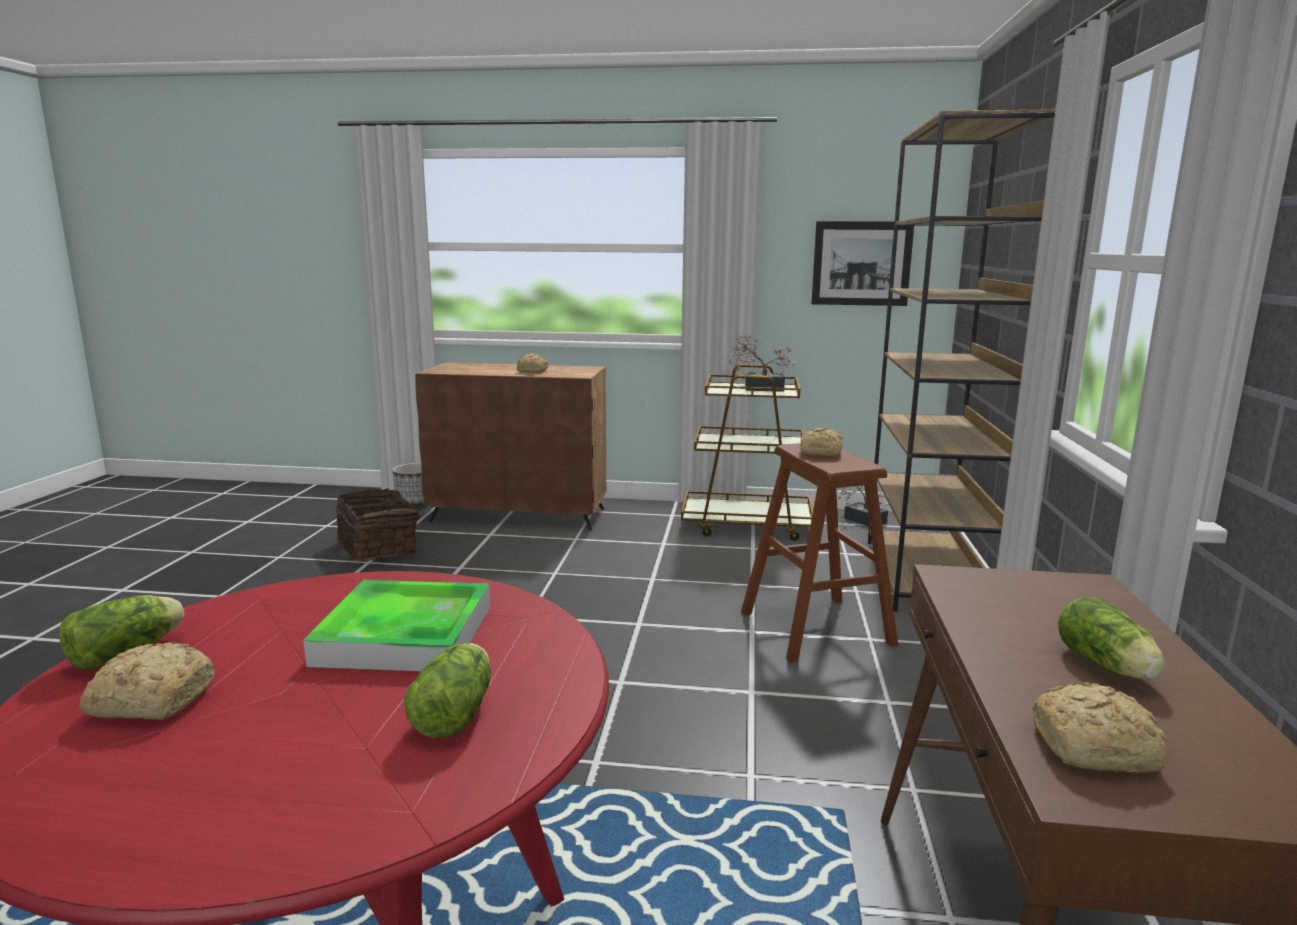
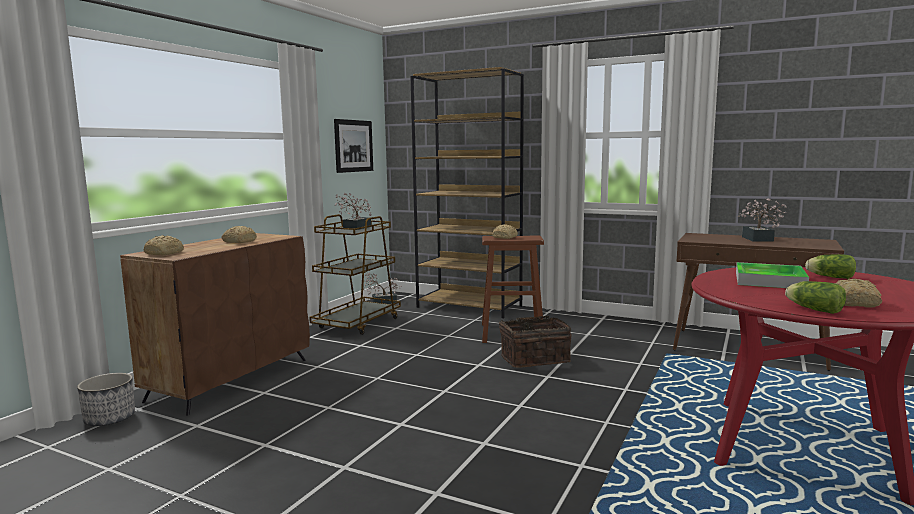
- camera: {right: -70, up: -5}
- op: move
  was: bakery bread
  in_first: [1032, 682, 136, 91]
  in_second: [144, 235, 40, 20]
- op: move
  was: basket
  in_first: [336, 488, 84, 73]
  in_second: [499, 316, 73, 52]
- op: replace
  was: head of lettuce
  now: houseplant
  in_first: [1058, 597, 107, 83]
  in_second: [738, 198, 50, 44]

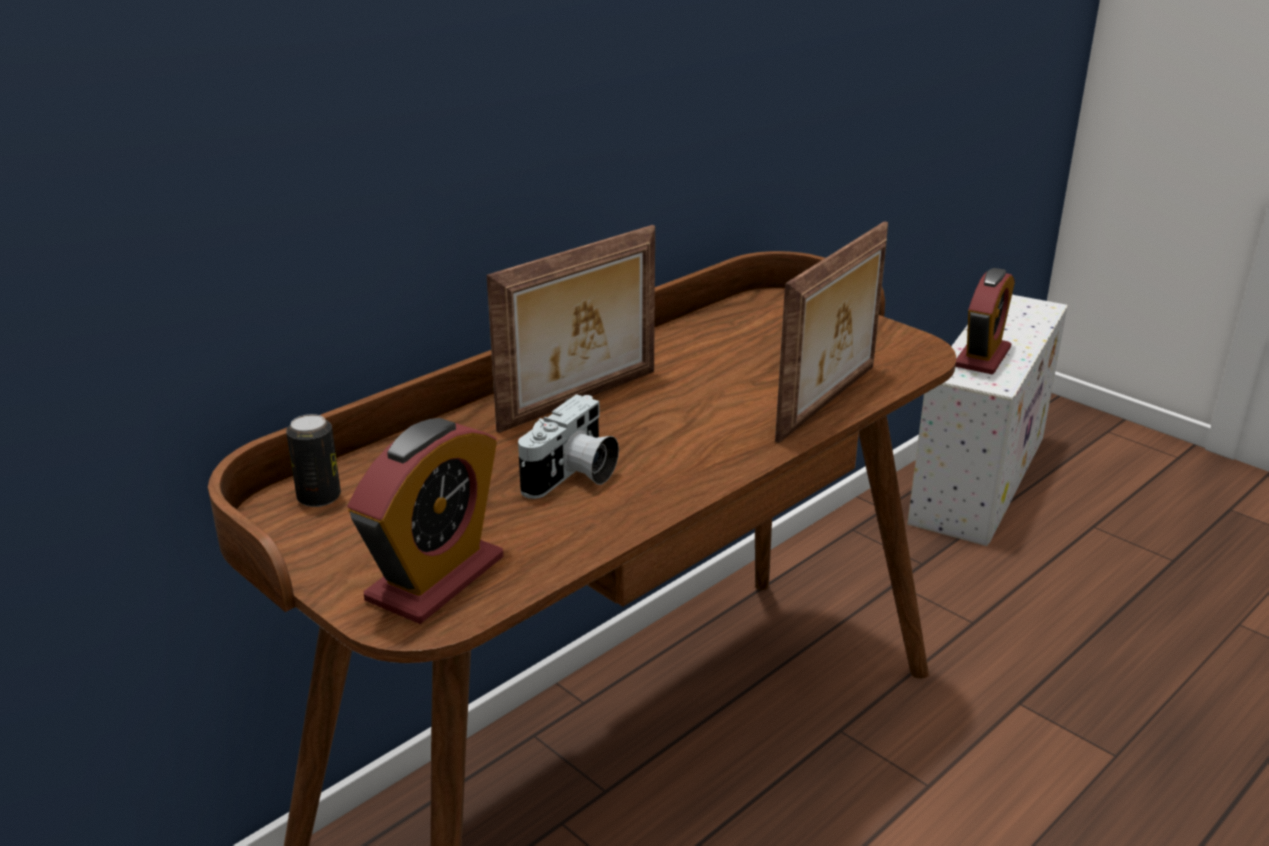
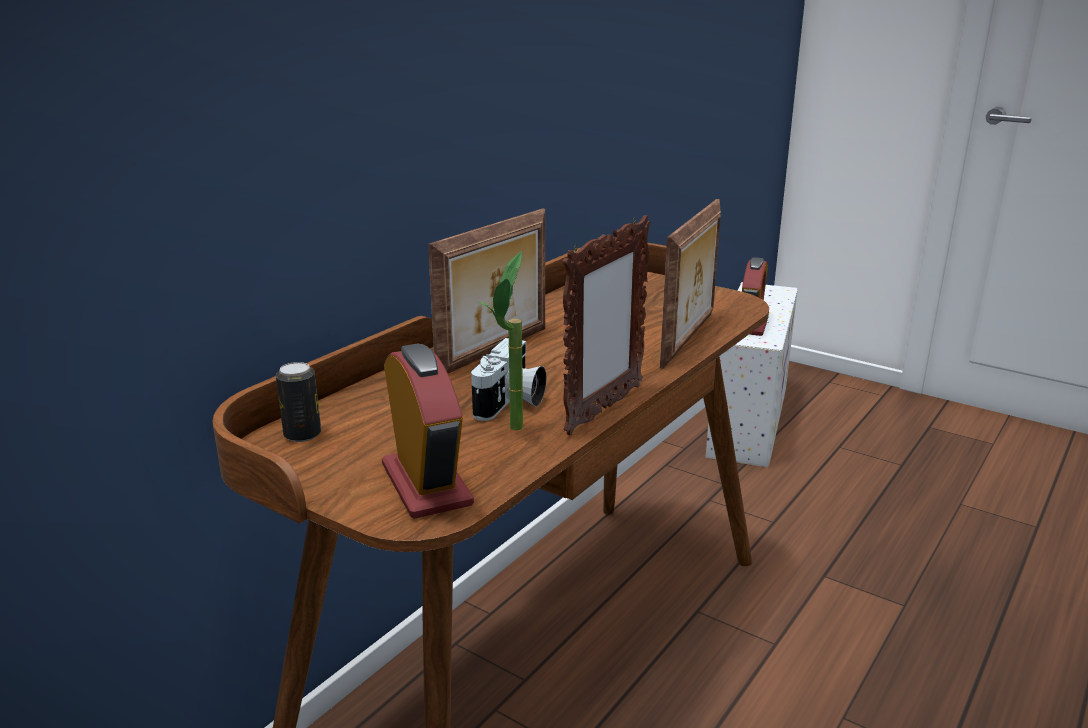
- camera: {right: -10, up: -5}
- op: rotate
  was: table clock
  in_first: [347, 418, 156, 206]
  in_second: [382, 344, 92, 175]
  clockwise: -45
- op: insert
  now: houseplant
  in_second: [478, 251, 45, 180]
- op: insert
  now: picture frame
  in_second: [563, 215, 88, 220]

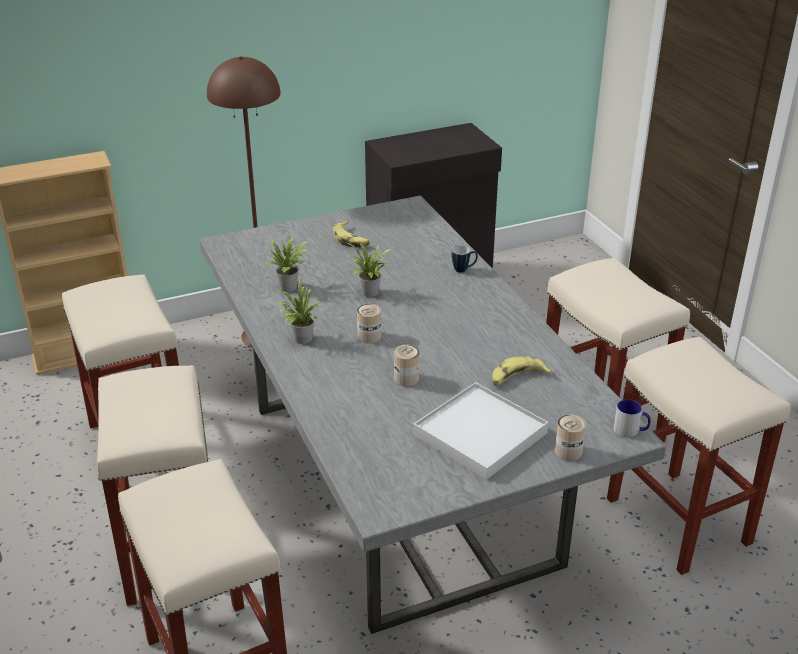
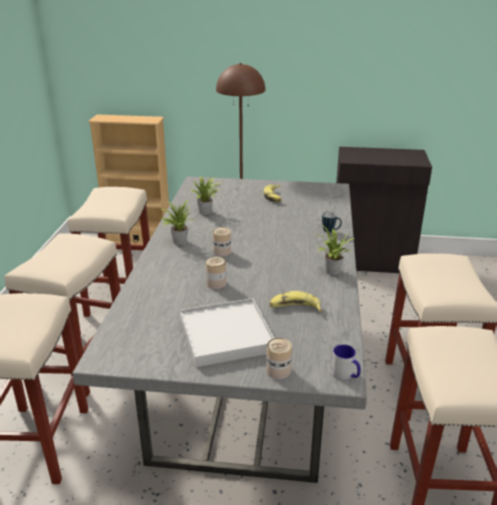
- camera: {right: 30, up: -5}
- op: move
  was: houseplant
  in_first: [348, 243, 43, 54]
  in_second: [315, 226, 40, 49]

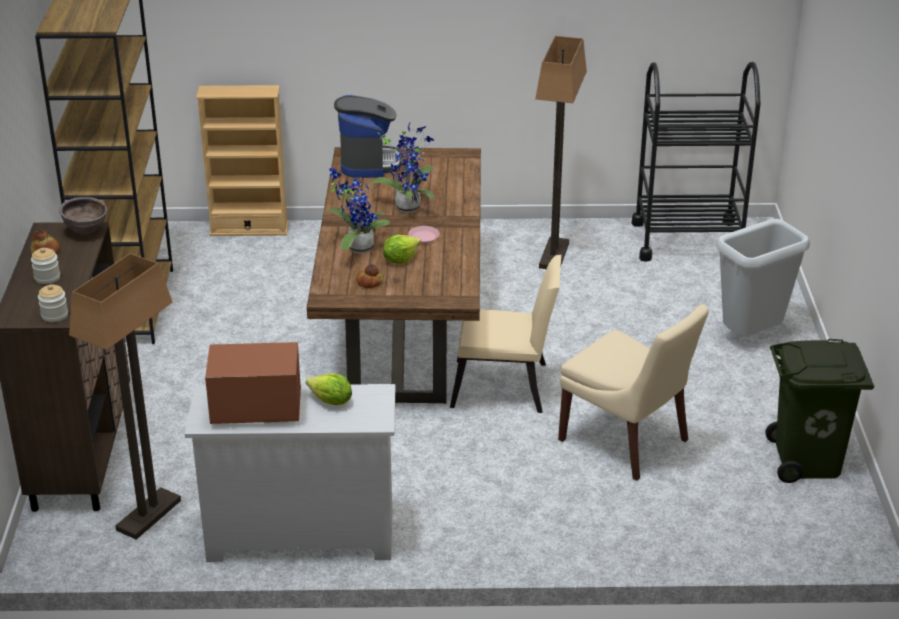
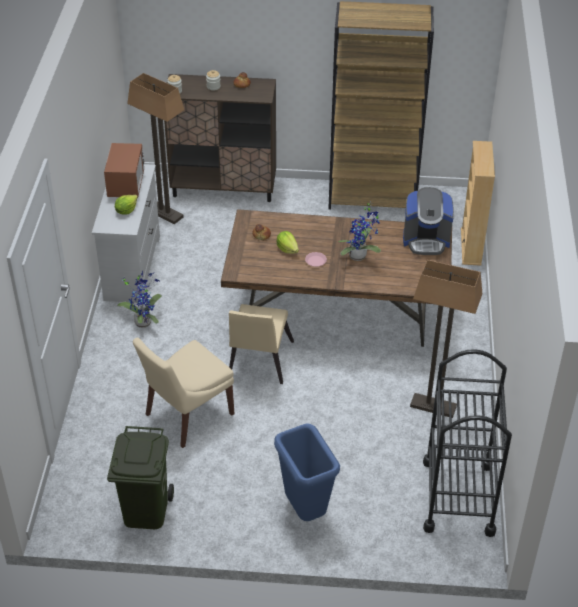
- camera: {right: 95, up: 10}
- op: move
  was: houseplant
  in_first: [328, 167, 62, 87]
  in_second: [117, 271, 45, 57]
- op: recolor
  was: gray rubbish bin
  now: blue-coloured rubbish bin
  in_first: [716, 219, 94, 117]
  in_second: [274, 424, 66, 97]
- op: delete
  was: brownish bowl
  in_first: [59, 197, 48, 37]

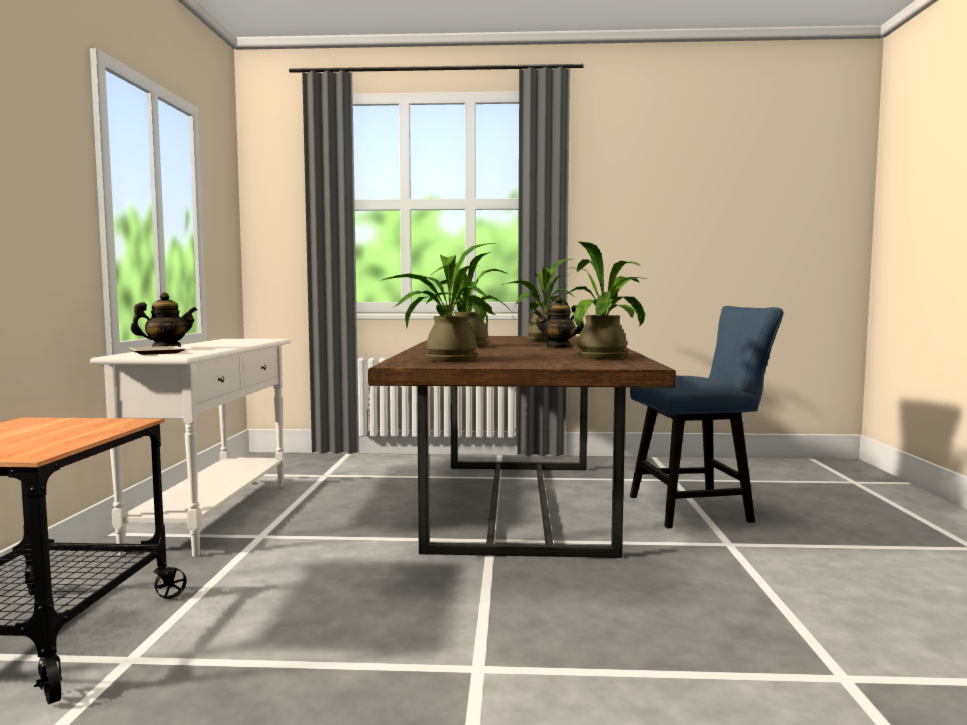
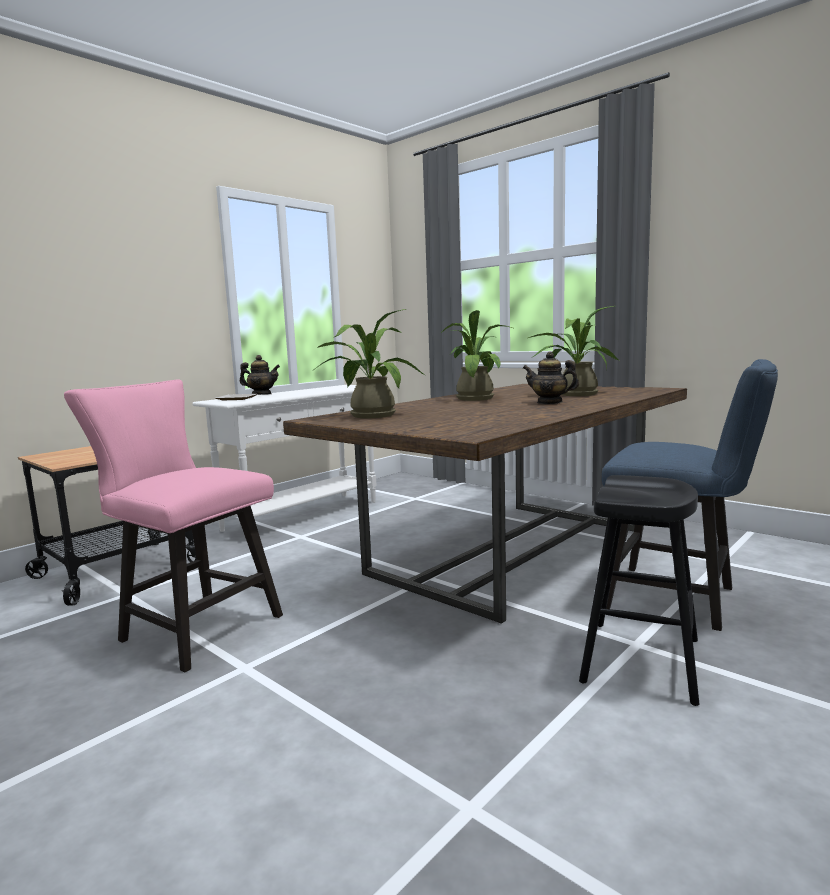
- camera: {right: 40, up: 5}
- op: insert
  now: pinkish chair
  in_second: [64, 379, 219, 294]
- op: insert
  now: black-coloured stool
  in_second: [579, 475, 120, 231]
- op: delete
  was: houseplant
  in_first: [561, 242, 87, 117]

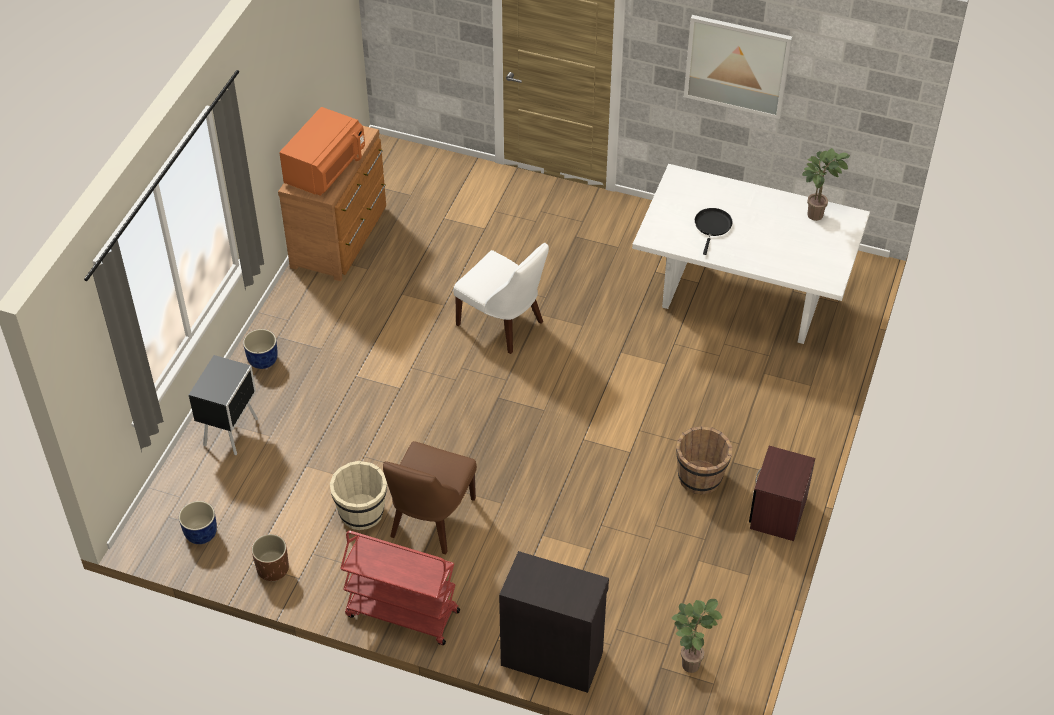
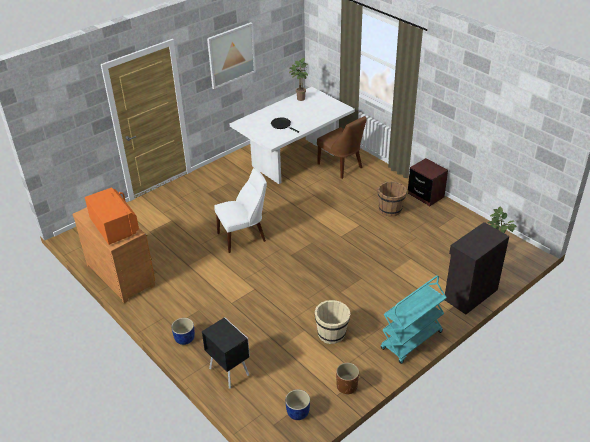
- camera: {right: -60, up: -10}
- op: move
  was: brownish chair
  in_first: [383, 441, 94, 113]
  in_second: [317, 116, 50, 63]
- op: recolor
  was: reddish wheeled cart
  now: turquoise-coloured wheeled cart
  in_first: [340, 531, 120, 114]
  in_second: [381, 275, 66, 89]

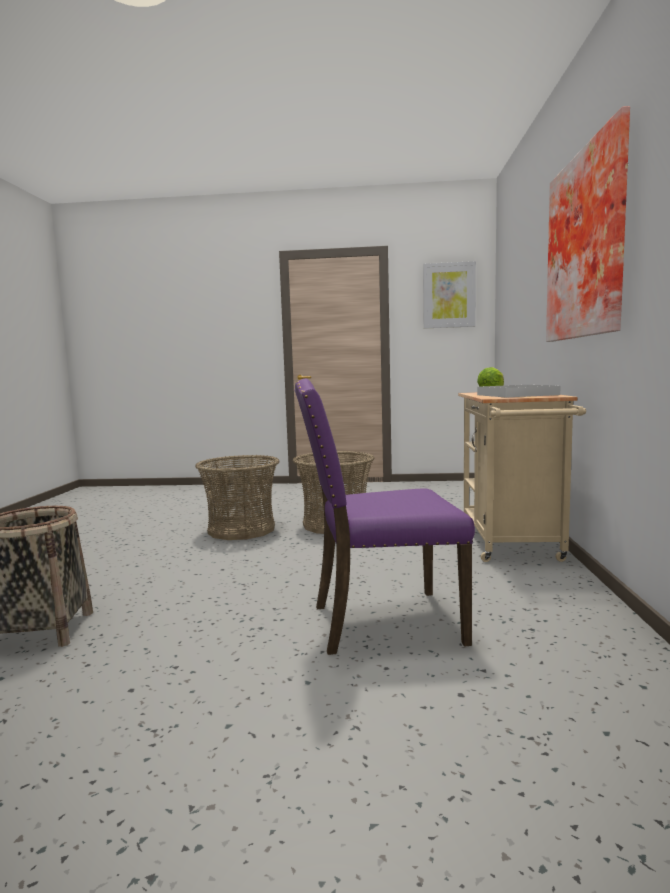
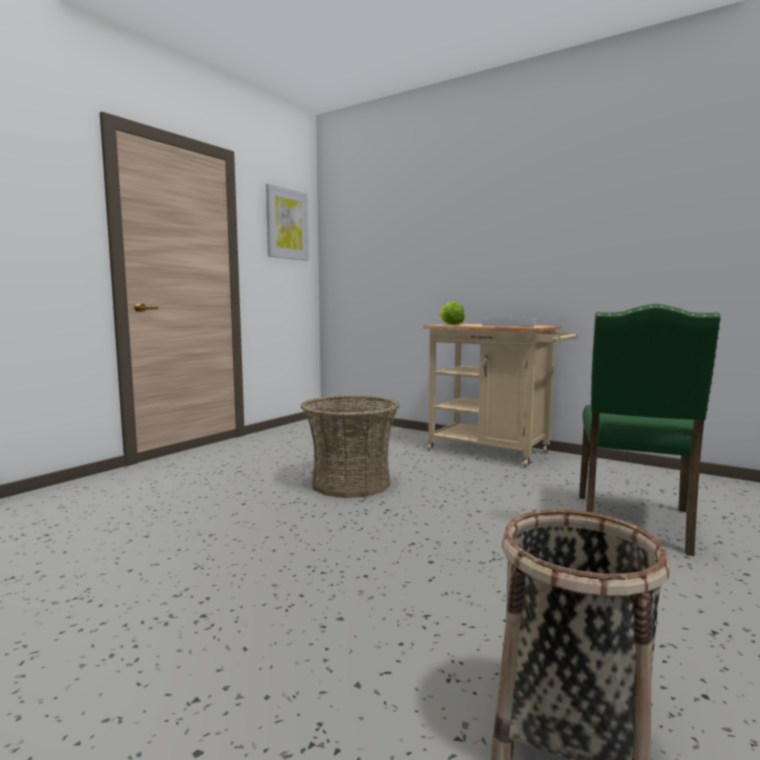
- camera: {right: -60, up: 0}
- op: recolor
  was: purplish chair
  now: greenish chair
  in_first: [294, 378, 181, 277]
  in_second: [579, 304, 142, 252]
- op: delete
  was: basket
  in_first: [195, 455, 84, 85]
- op: delete
  was: wall art
  in_first: [546, 106, 84, 236]

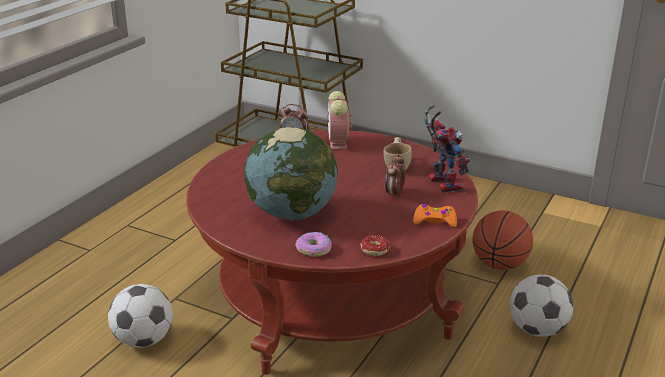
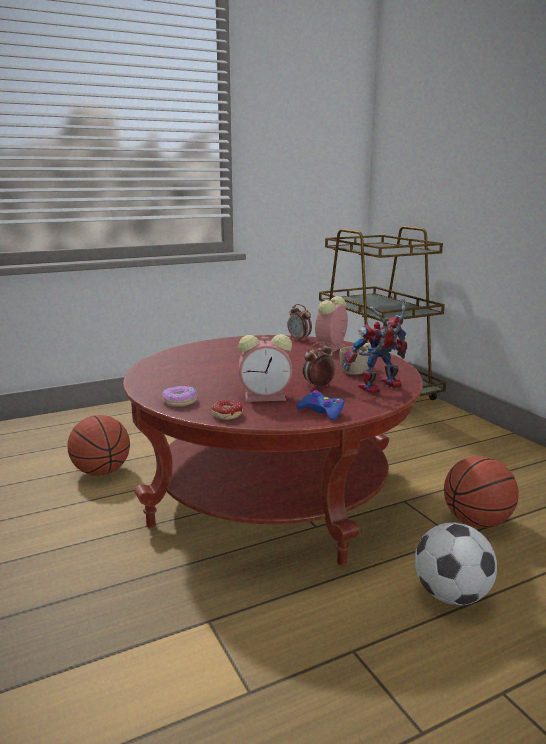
- camera: {right: 35, up: -10}
- op: replace
  was: ball for football
  now: basketball ball
  in_first: [108, 284, 65, 64]
  in_second: [68, 415, 62, 61]
- op: insert
  now: table clock
  in_second: [238, 334, 55, 68]
- op: recolor
  was: orange-coloured game controller
  now: blue-coloured game controller
  in_first: [413, 204, 44, 24]
  in_second: [296, 390, 49, 30]
- op: rotate
  was: toy robot
  in_first: [425, 105, 46, 88]
  in_second: [341, 298, 66, 96]
  clockwise: -135
- op: delete
  was: desk globe
  in_first: [244, 127, 94, 94]

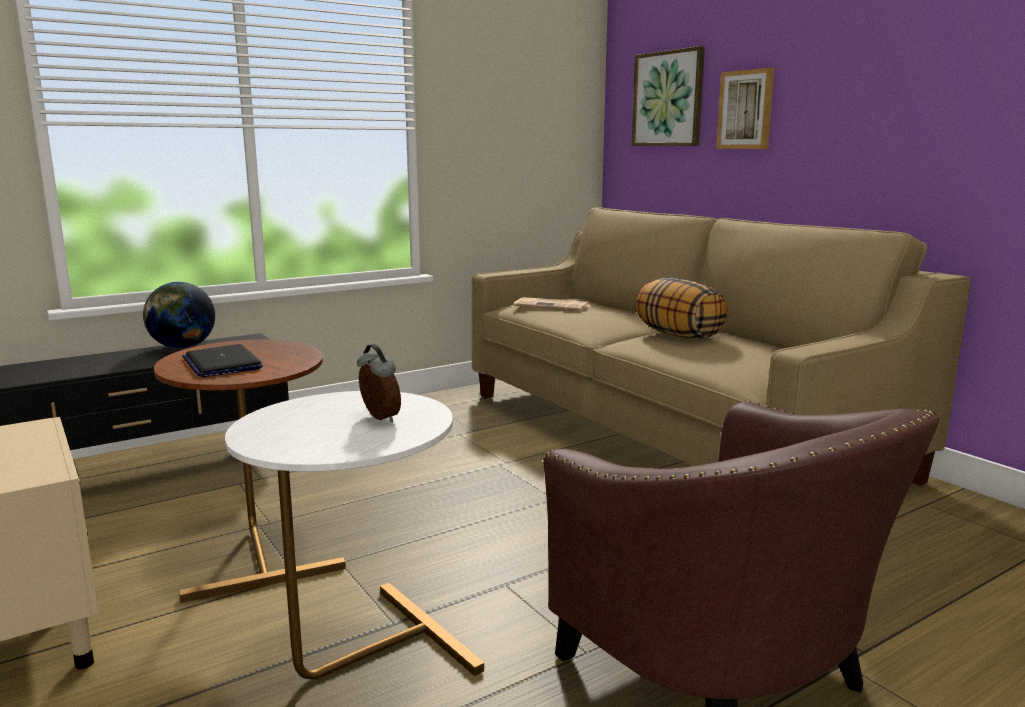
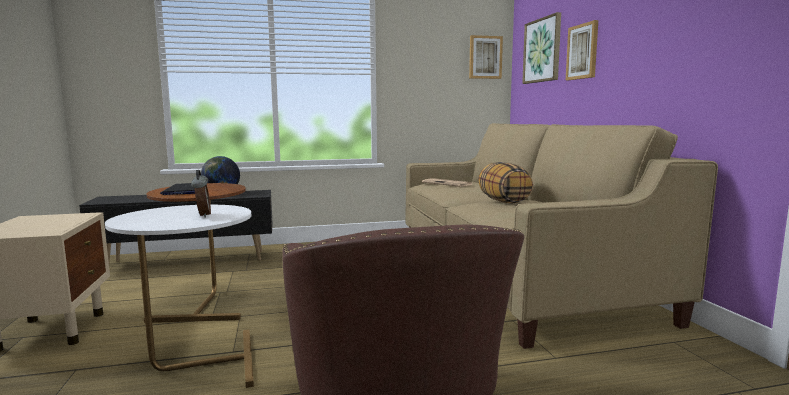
- camera: {right: 20, up: -5}
- op: insert
  now: wall art
  in_second: [469, 35, 34, 44]

